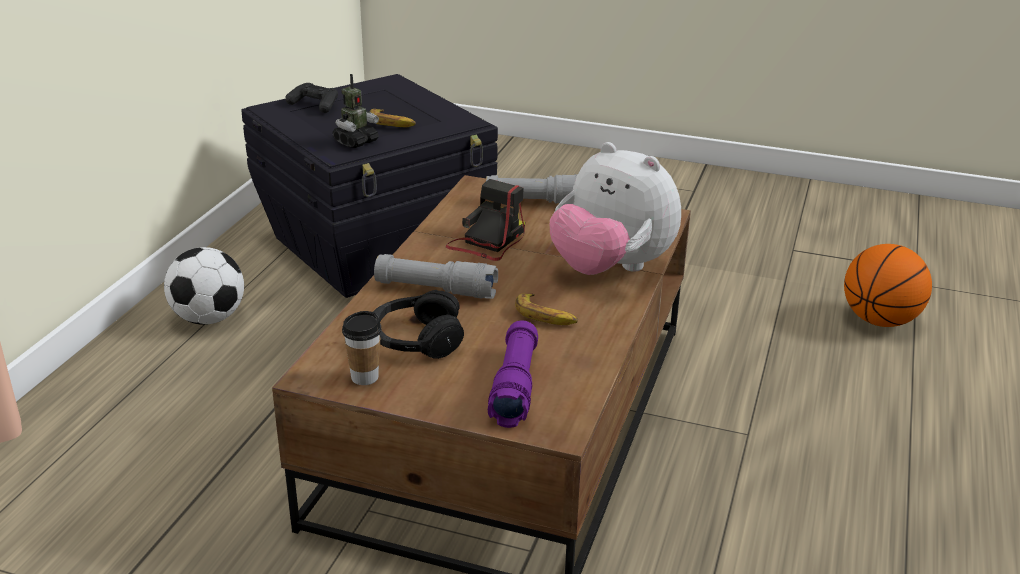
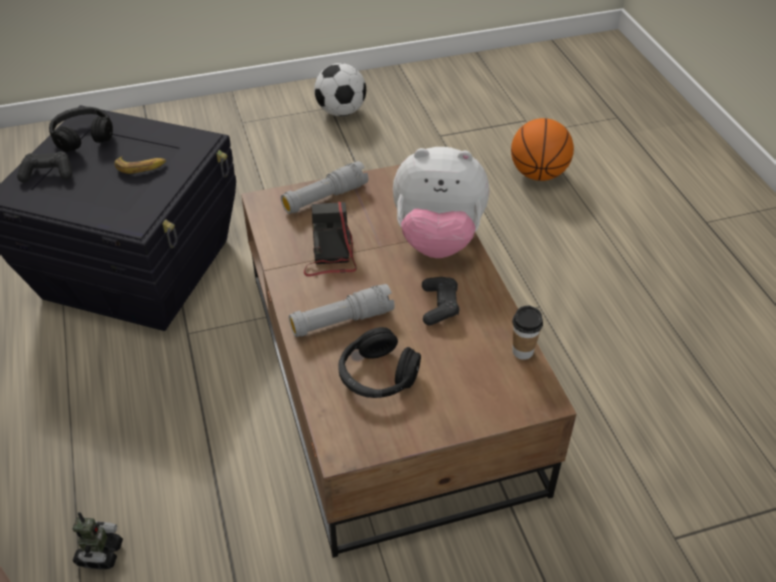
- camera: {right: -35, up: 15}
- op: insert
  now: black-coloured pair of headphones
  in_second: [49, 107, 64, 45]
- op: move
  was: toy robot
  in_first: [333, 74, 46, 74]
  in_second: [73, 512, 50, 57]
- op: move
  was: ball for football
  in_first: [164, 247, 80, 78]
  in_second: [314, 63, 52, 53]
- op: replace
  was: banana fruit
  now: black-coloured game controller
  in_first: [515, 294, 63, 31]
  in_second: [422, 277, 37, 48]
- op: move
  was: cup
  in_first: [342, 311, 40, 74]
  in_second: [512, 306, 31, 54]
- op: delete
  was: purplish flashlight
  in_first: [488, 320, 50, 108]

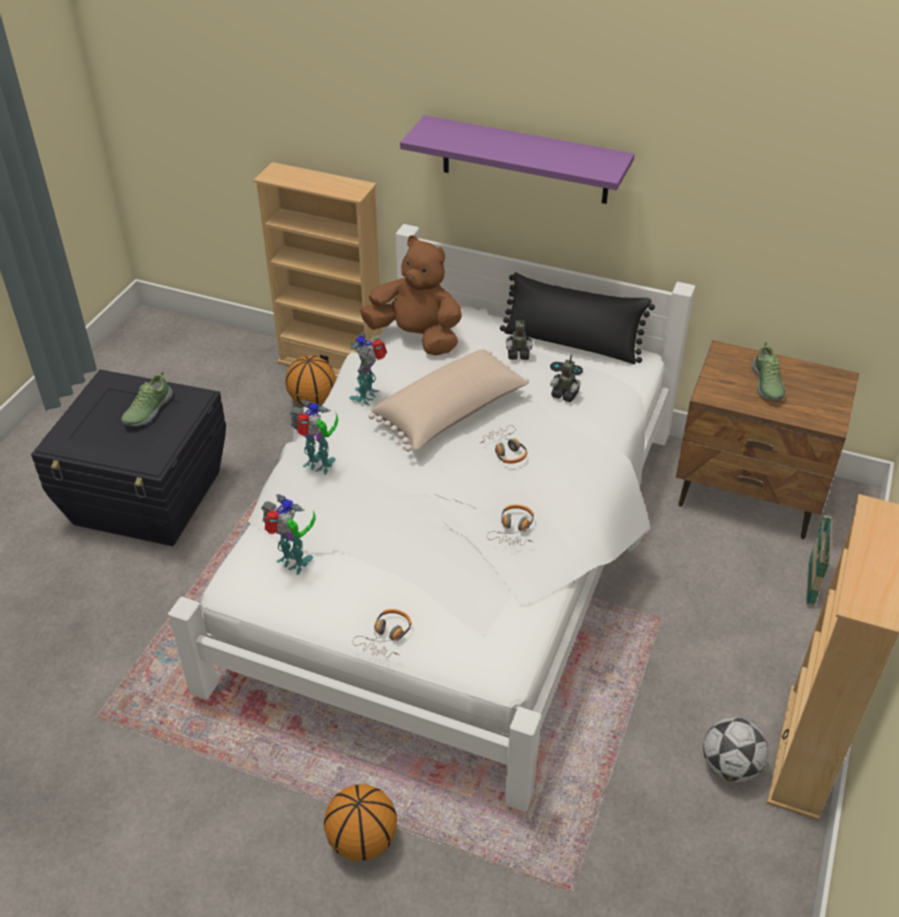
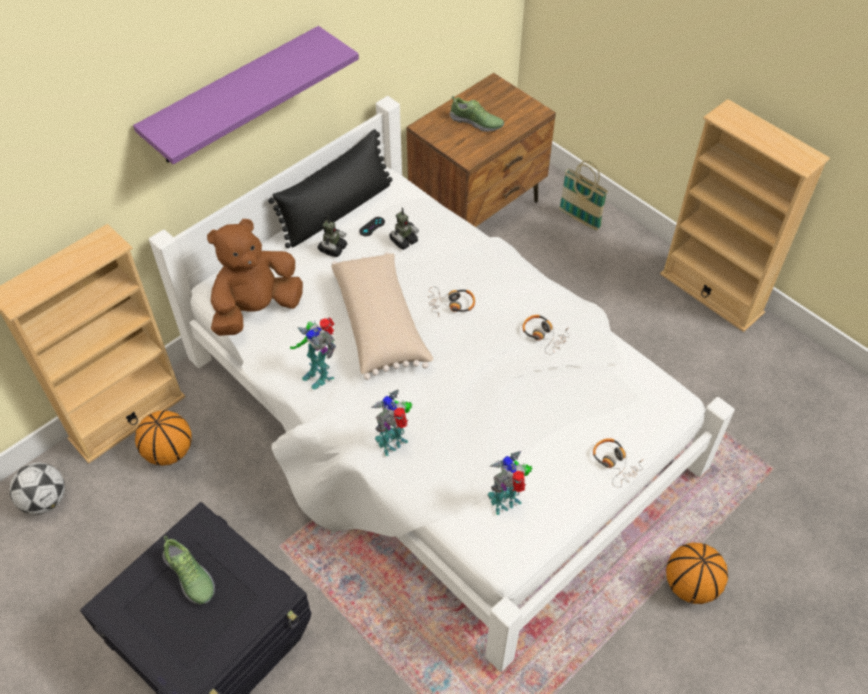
- camera: {right: -65, up: 10}
- op: move
  was: ball for football
  in_first: [703, 717, 65, 66]
  in_second: [9, 462, 56, 53]

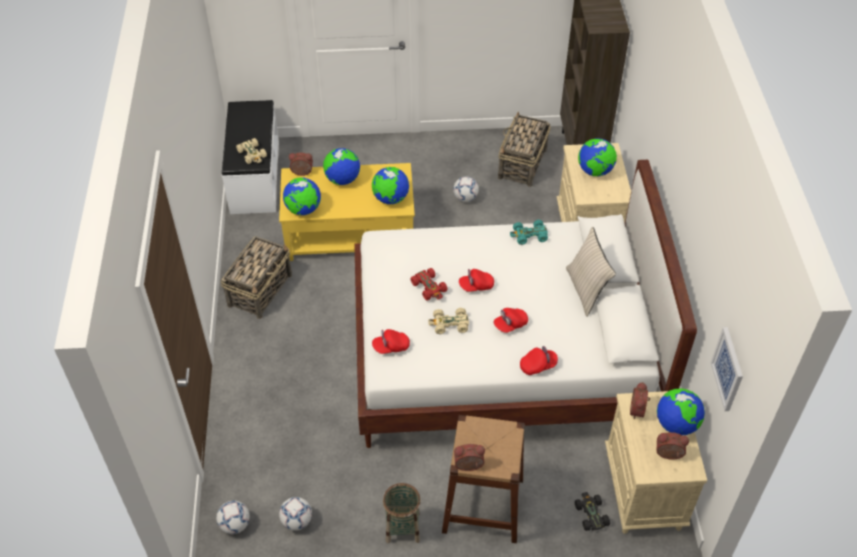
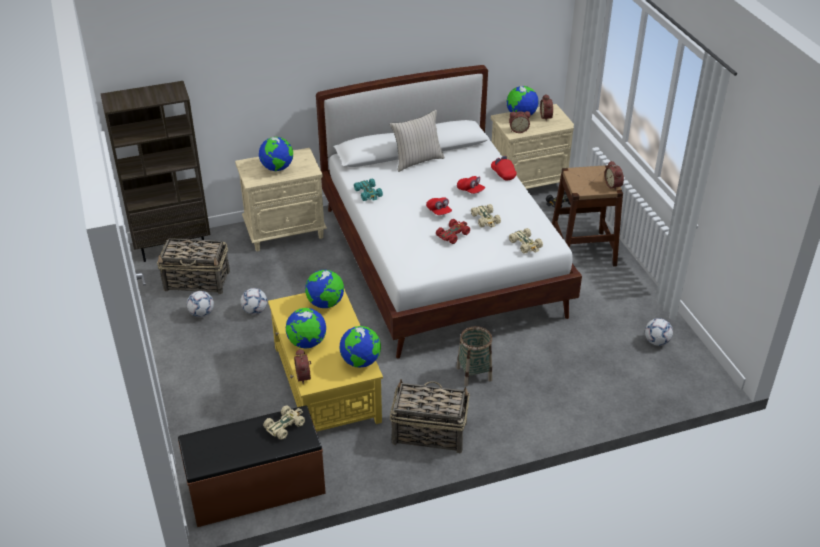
- camera: {right: -105, up: -10}
- op: recolor
  was: whitish long seat
  now: brownish long seat
  in_first: [222, 100, 57, 114]
  in_second: [178, 406, 148, 121]
- op: move
  was: ball for football
  in_first: [216, 500, 34, 34]
  in_second: [187, 291, 27, 26]
- op: move
  was: basket
  in_first: [383, 483, 38, 60]
  in_second: [456, 326, 36, 61]
- op: replace
  was: reddish baseball cap
  now: sand-coloured miniature car
  in_first: [372, 329, 38, 25]
  in_second: [509, 228, 34, 26]
- op: delete
  was: wall art
  in_first: [711, 327, 32, 84]

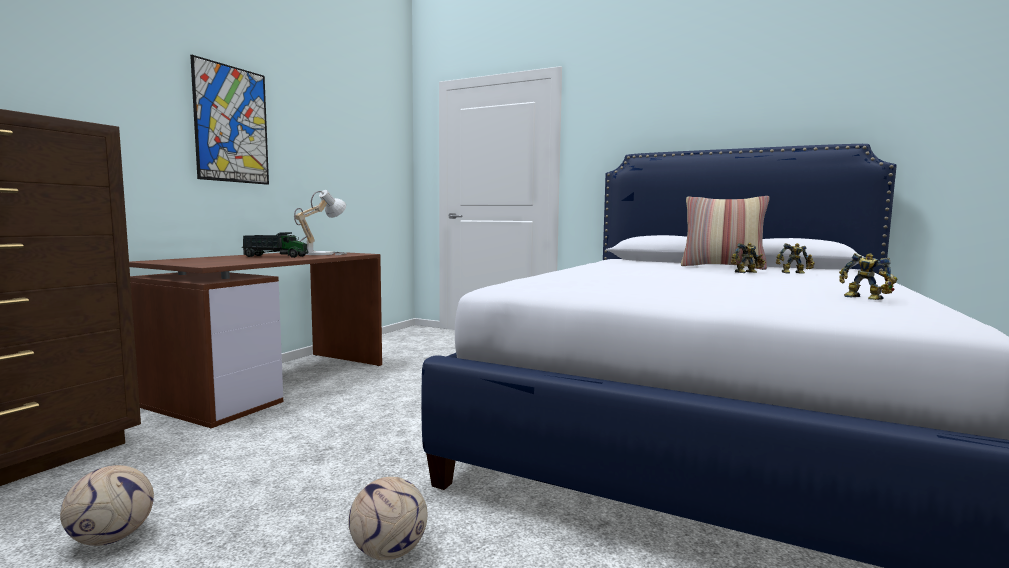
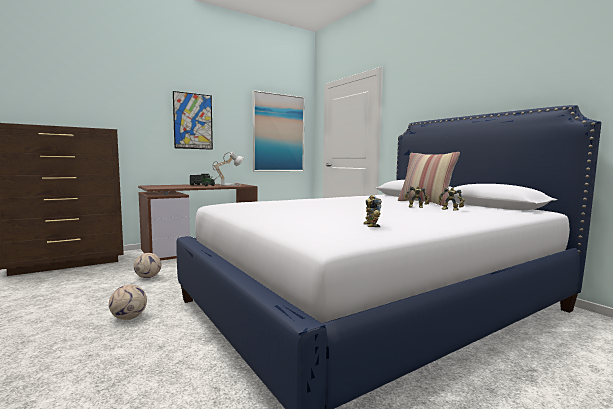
- camera: {right: 30, up: 0}
- op: move
  was: ball for football
  in_first: [60, 465, 94, 81]
  in_second: [134, 253, 27, 25]
- op: insert
  now: wall art
  in_second: [252, 90, 53, 81]

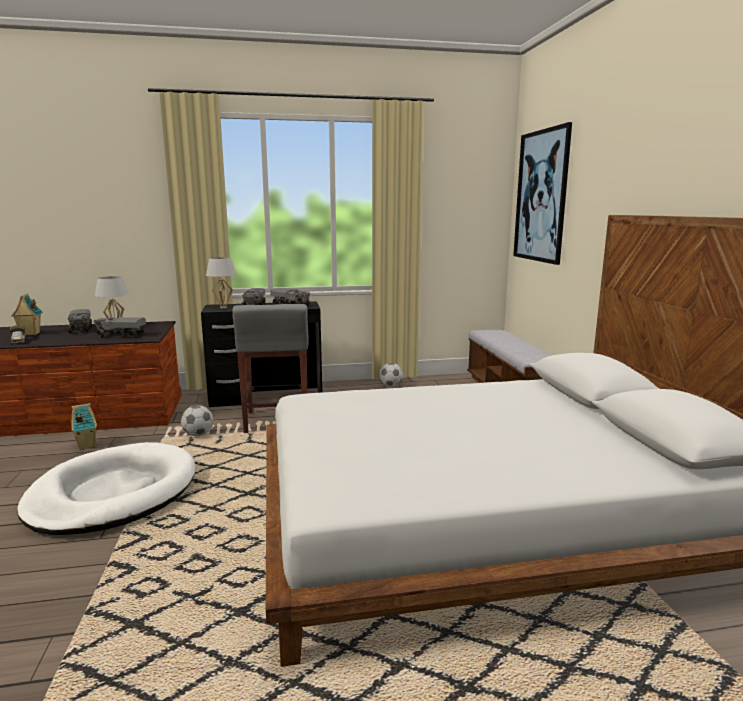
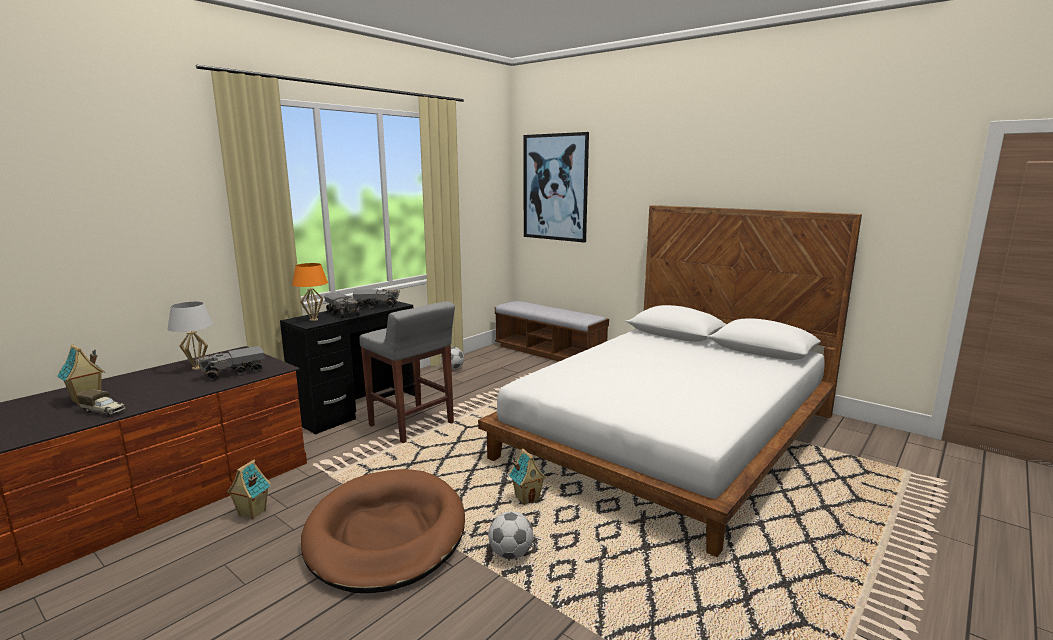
- camera: {right: -40, up: 0}
- op: recolor
  was: whitish lamp for a table
  now: orange-coloured lamp for a table
  in_first: [206, 257, 31, 51]
  in_second: [292, 263, 36, 58]
- op: recolor
  was: whitish dog cushion
  now: brownish dog cushion
  in_first: [17, 442, 178, 93]
  in_second: [301, 469, 164, 124]
- op: move
  was: ball for football
  in_first: [181, 405, 32, 31]
  in_second: [488, 511, 45, 48]
- op: insert
  now: model house
  in_second: [509, 449, 37, 56]
- op: delete
  was: toy truck
  in_first: [67, 309, 25, 24]

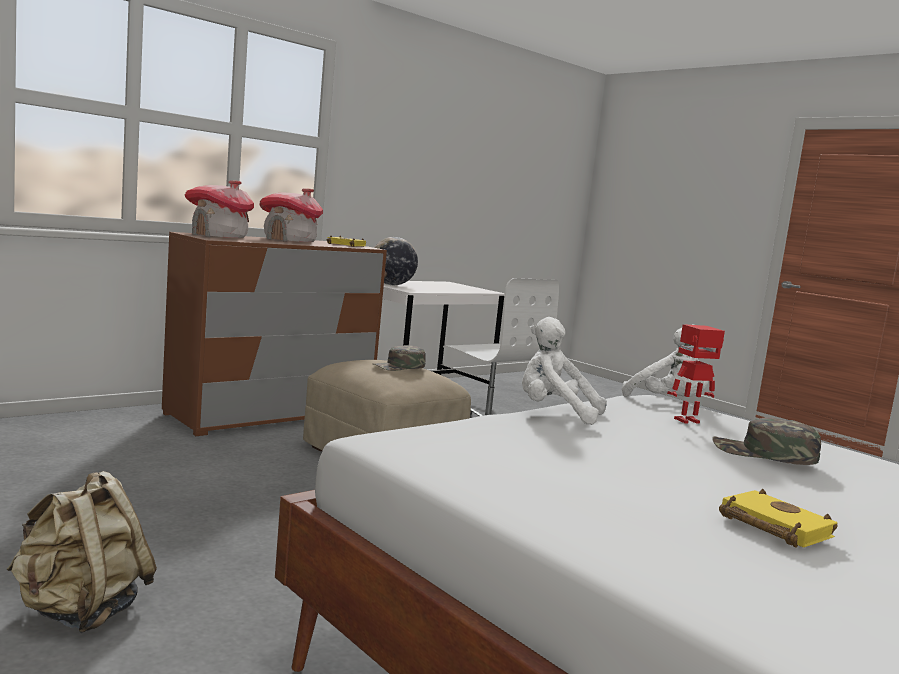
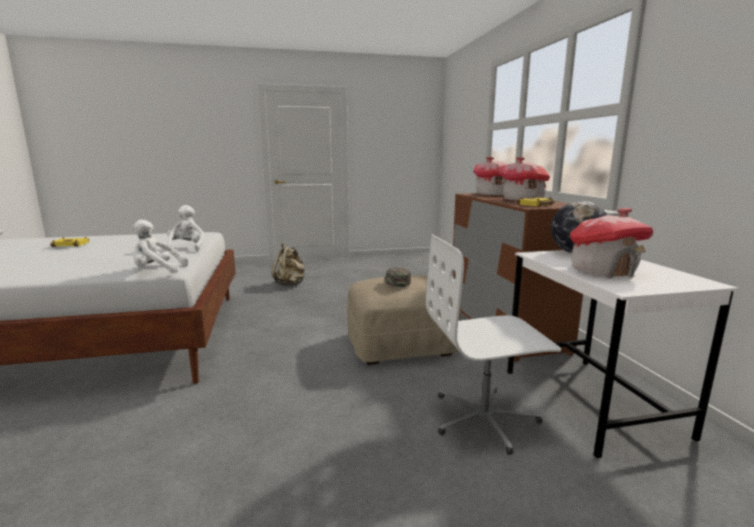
- camera: {right: 120, up: 5}
- op: rotate
  was: whitish cuddly toy
  in_first: [522, 317, 85, 108]
  in_second: [167, 205, 37, 47]
  clockwise: -60
- op: insert
  now: model house
  in_second: [570, 208, 83, 70]
- op: delete
  was: toy robot
  in_first: [667, 324, 58, 100]
- op: delete
  was: greenish baseball cap
  in_first: [712, 417, 109, 48]

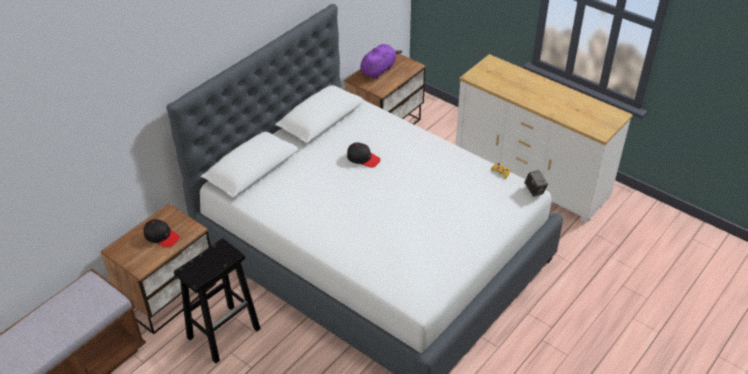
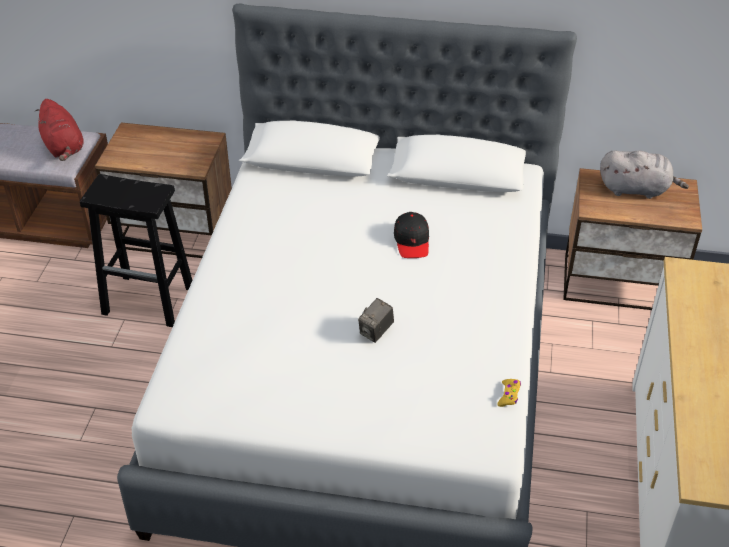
- camera: {right: 60, up: 0}
- op: insert
  now: reddish cuddly toy
  in_second: [35, 99, 49, 62]
- op: move
  was: photo camera
  in_first: [525, 170, 23, 27]
  in_second: [358, 298, 36, 45]
- op: recolor
  was: purplish cuddly toy
  now: gray cuddly toy
  in_first: [360, 44, 43, 35]
  in_second: [600, 150, 89, 49]
- op: delete
  was: black-coloured baseball cap
  in_first: [144, 219, 36, 28]

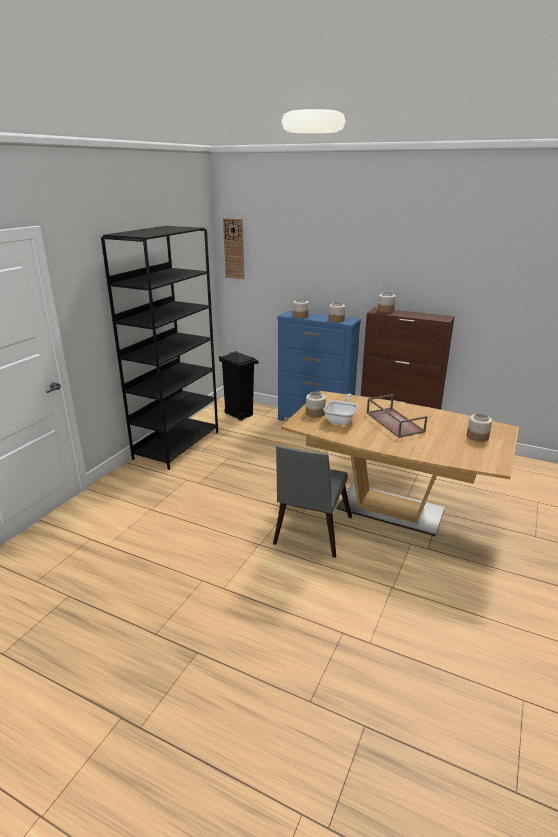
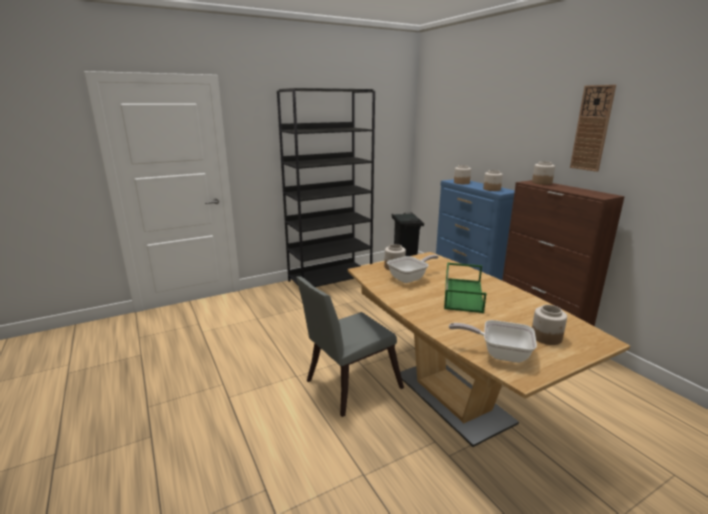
- camera: {right: 35, up: -5}
- op: recolor
  was: brownish carrying tray
  now: greenish carrying tray
  in_first: [367, 394, 61, 44]
  in_second: [444, 262, 42, 51]
- op: insert
  now: pan
  in_second: [449, 320, 88, 43]
- op: move
  was: clock on the wall
  in_first: [223, 218, 21, 61]
  in_second: [570, 85, 46, 87]

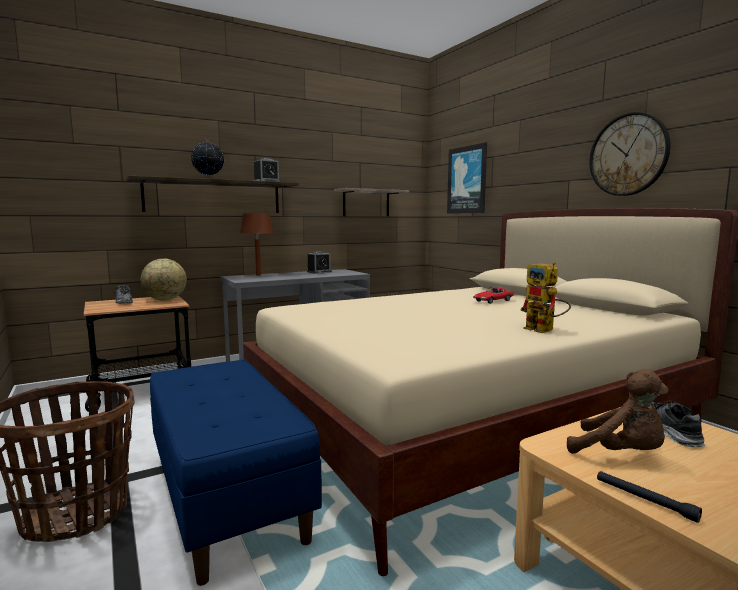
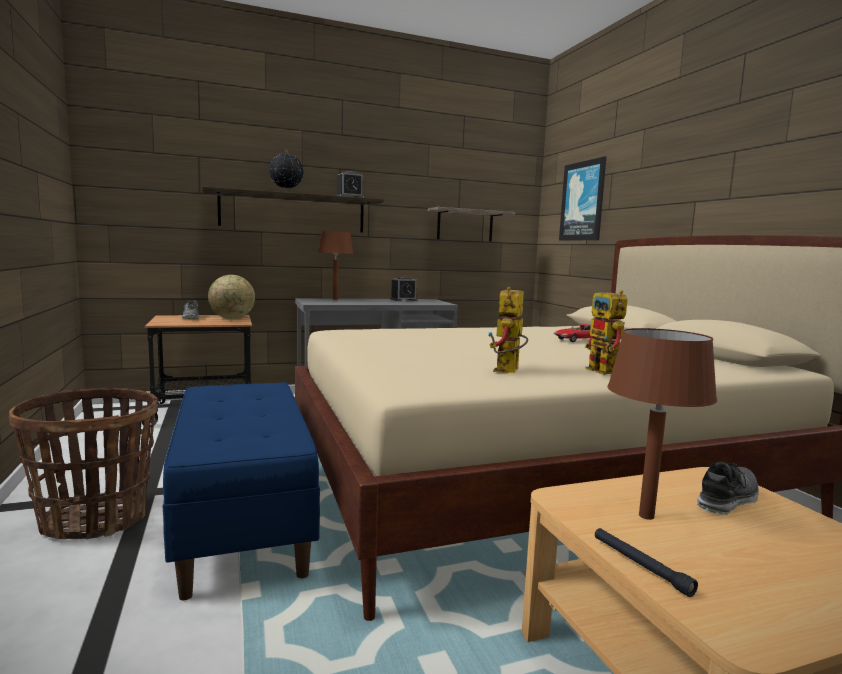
- camera: {right: 10, up: 0}
- op: insert
  now: toy robot
  in_second: [488, 287, 40, 86]
- op: replace
  was: brownish cuddly toy
  now: brownish lamp for a table
  in_first: [567, 369, 102, 85]
  in_second: [607, 328, 110, 192]
- op: rotate
  was: low shoe
  in_first: [651, 401, 54, 47]
  in_second: [697, 461, 62, 54]
  clockwise: 45
- op: delete
  was: clock on the wall
  in_first: [589, 112, 82, 84]

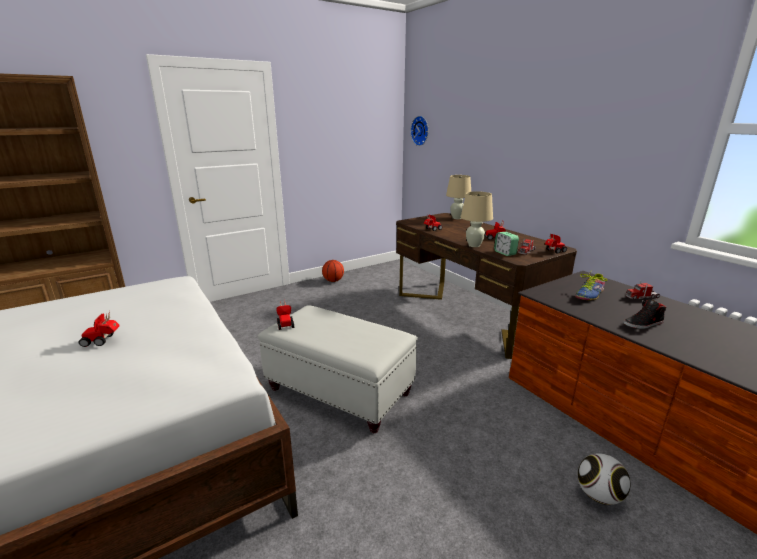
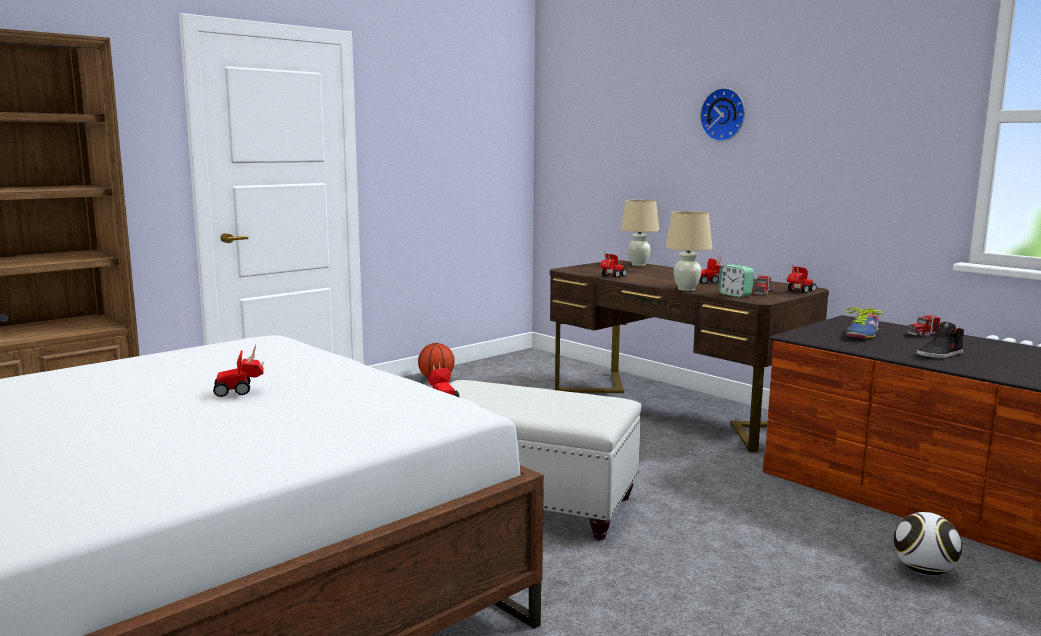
- camera: {right: -10, up: -10}
- op: move
  was: clock on the wall
  in_first: [410, 116, 19, 30]
  in_second: [700, 88, 45, 54]

